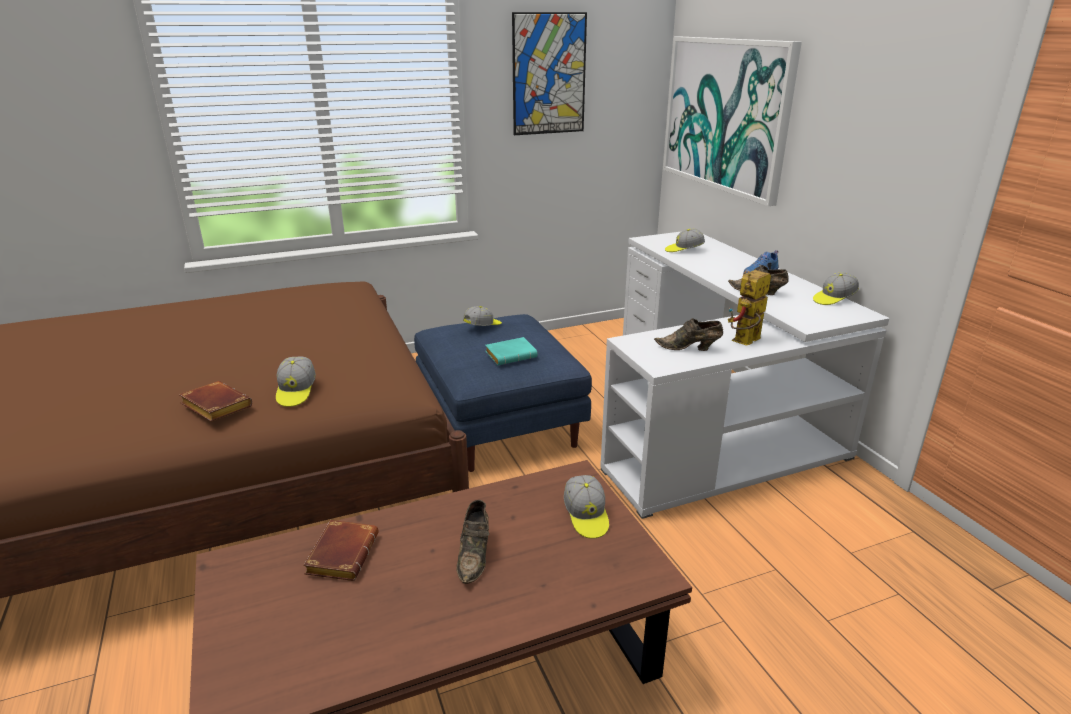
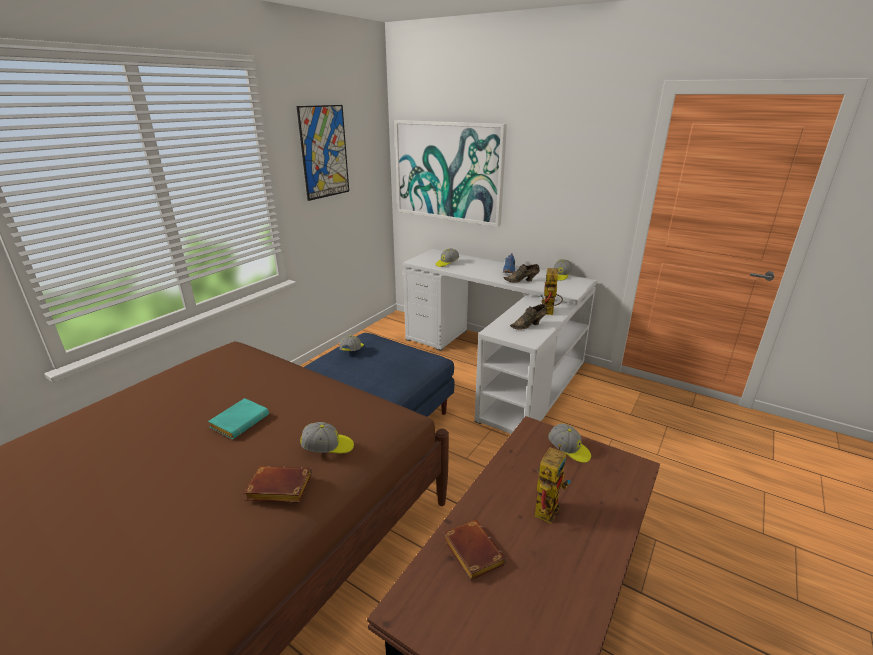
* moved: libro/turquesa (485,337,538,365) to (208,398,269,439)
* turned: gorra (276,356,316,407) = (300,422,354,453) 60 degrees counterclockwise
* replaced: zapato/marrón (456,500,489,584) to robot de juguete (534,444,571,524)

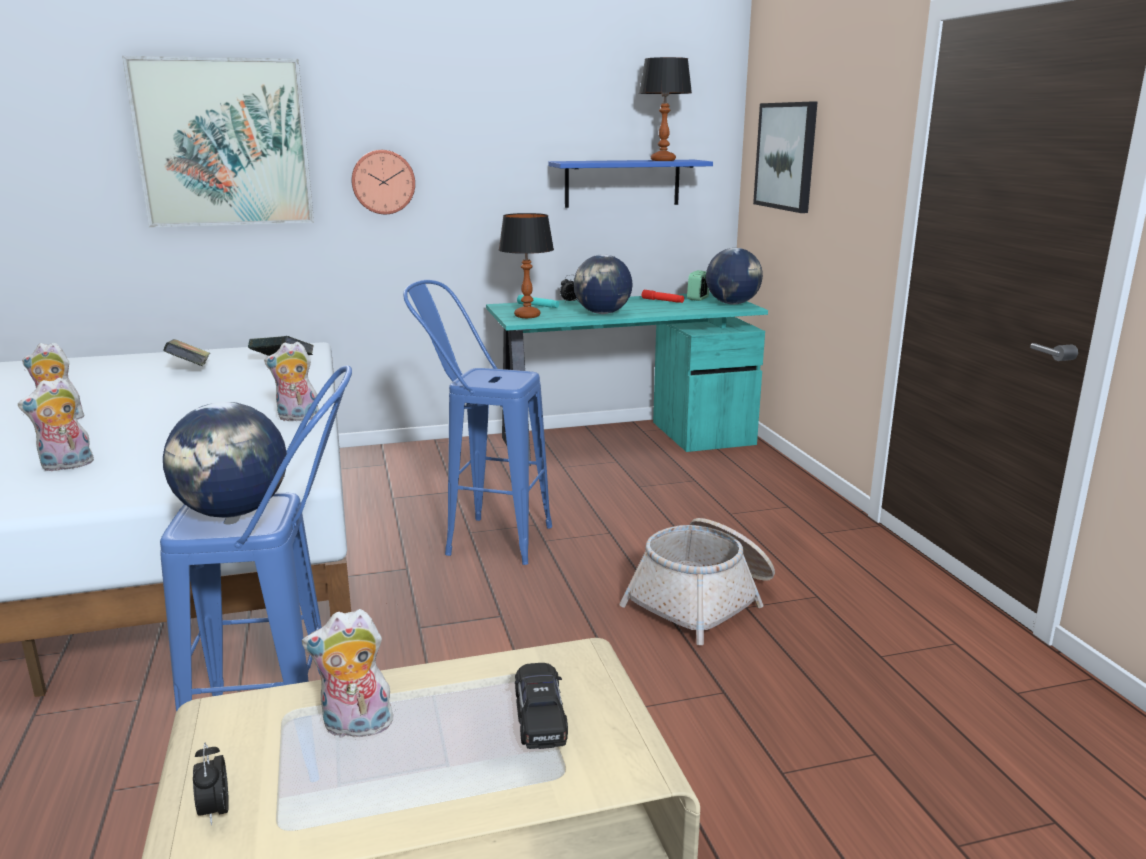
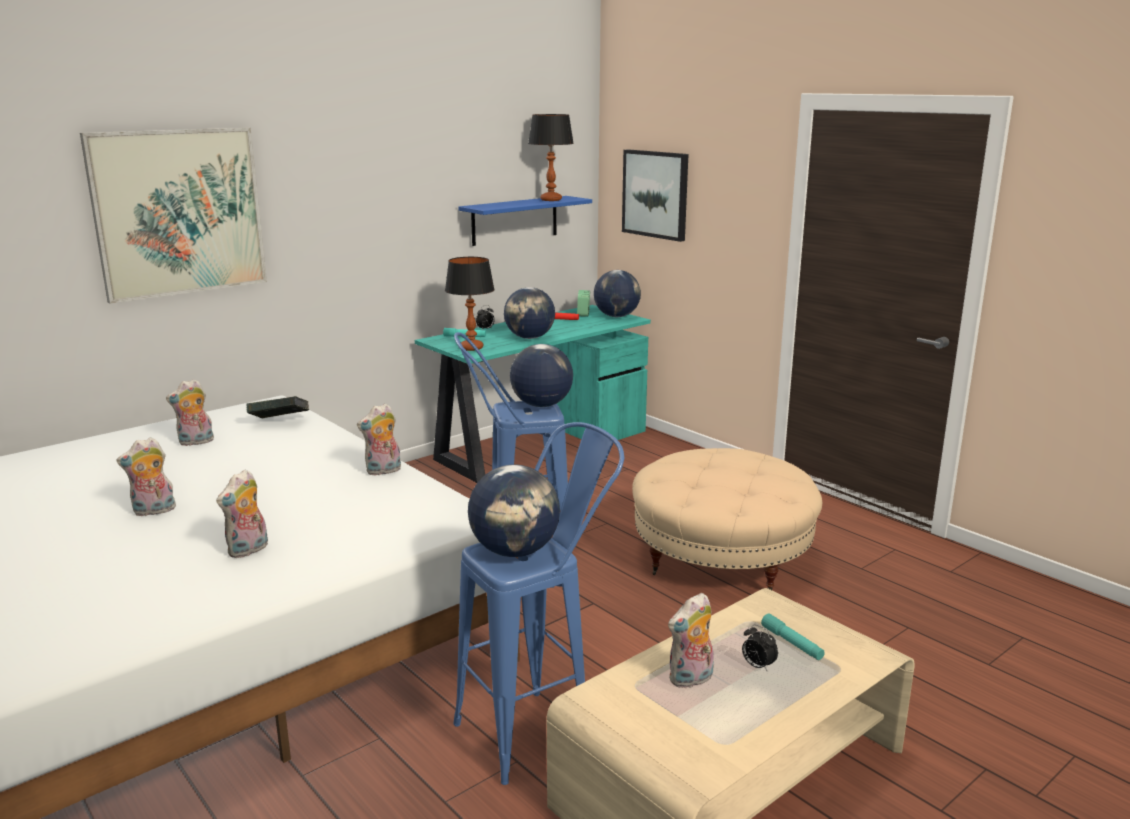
* removed: reloj de pared (351,150,415,214)
* replaced: libro (163,339,210,366) to peluche (166,379,214,446)
* replaced: cesta (619,518,775,645) to puf/beis (632,448,822,590)
* replaced: coche de juguete/negro (515,663,568,749) to linterna/turquesa (761,613,825,660)
* moved: despertador (193,743,229,825) to (742,624,778,671)
* added: globo terráqueo (510,344,573,407)

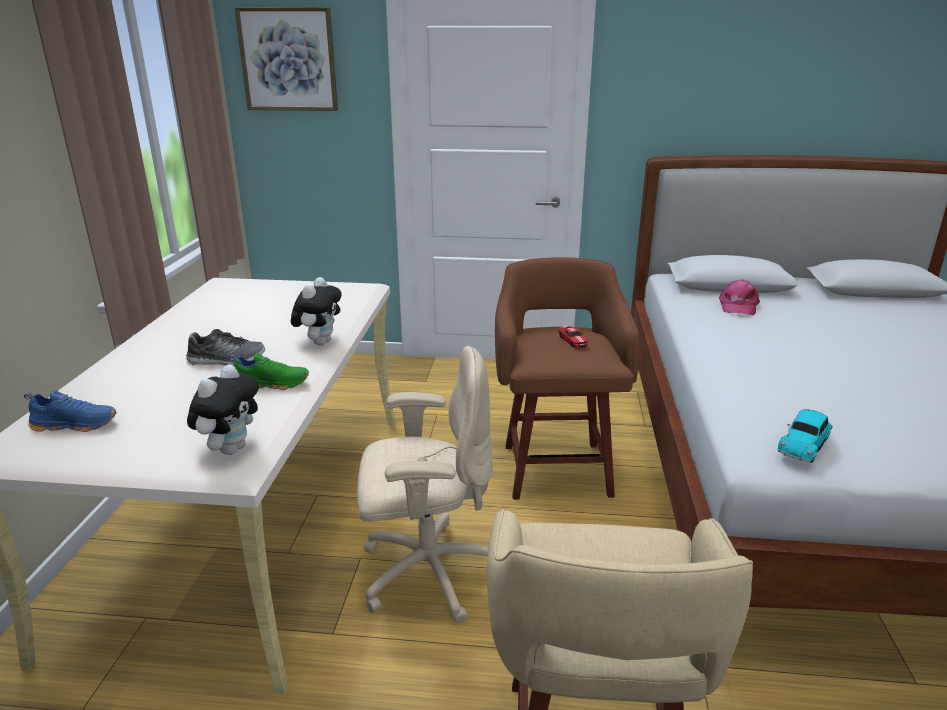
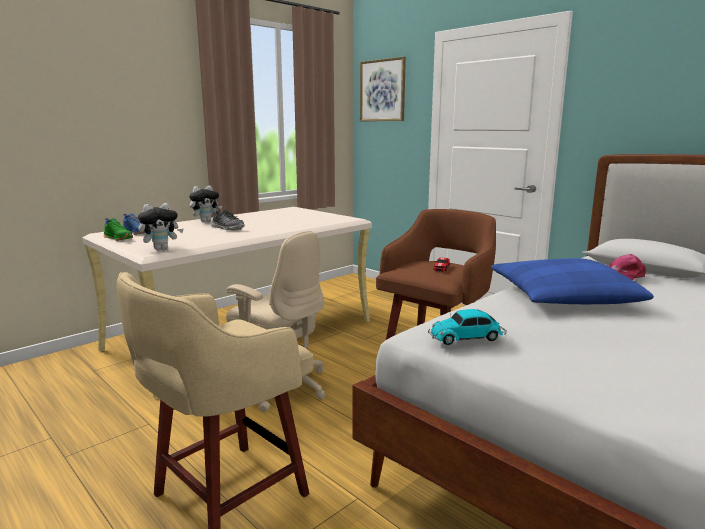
* moved: peluche (291,277,342,345) to (189,185,222,222)
* moved: zapato/verde (230,353,309,390) to (103,218,133,241)
* added: cojín/azul (491,258,654,304)

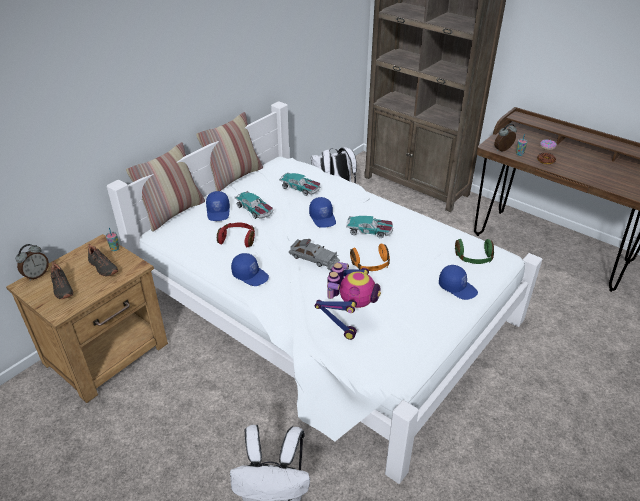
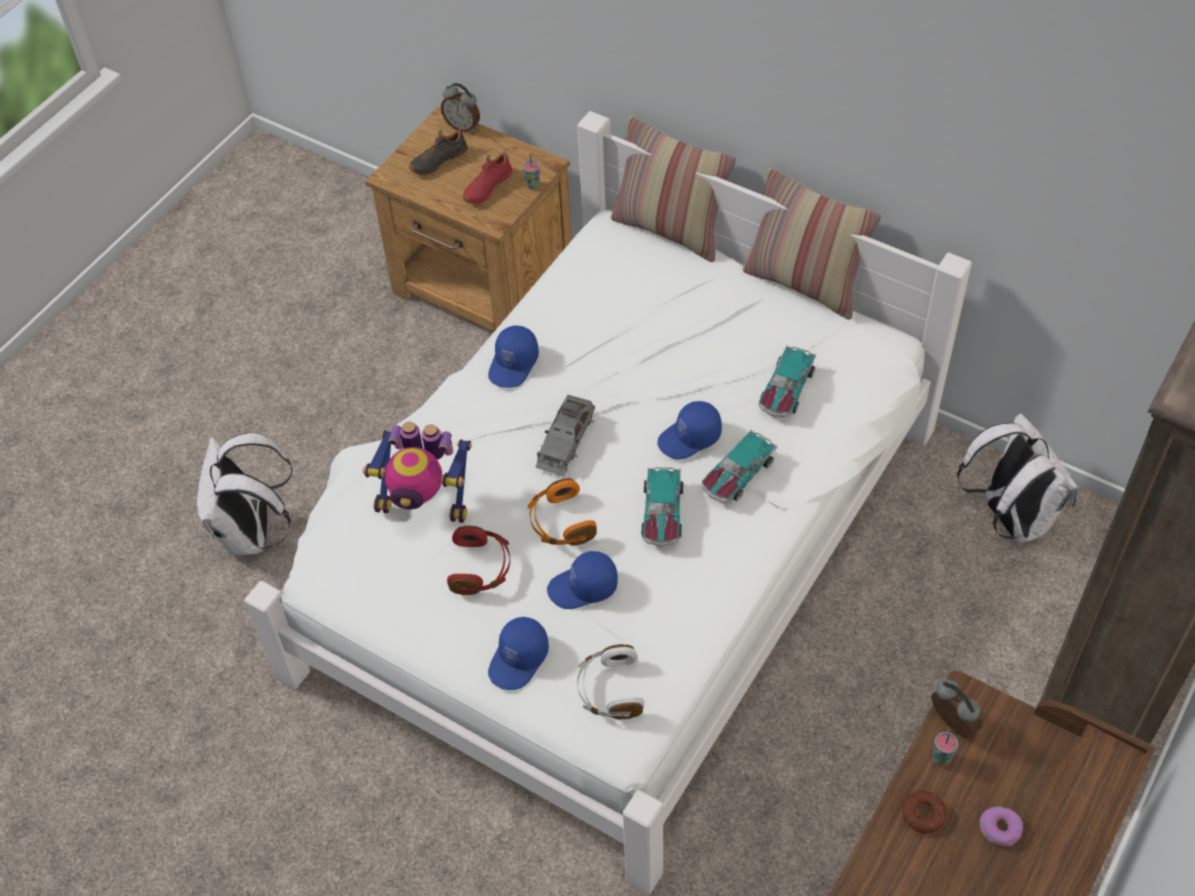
* moved: gorra/azul (206,191,230,221) to (547,551,618,609)
* moved: coche de juguete (235,191,273,219) to (702,430,777,503)
* moved: auriculares/rojo (217,223,255,247) to (447,526,510,595)
* recoloured: auriculares/verde (455,239,494,264) to auriculares/blanco (577,644,645,719)
* recoloured: zapato/negro (88,244,118,277) to zapato/rojo (463,149,512,204)

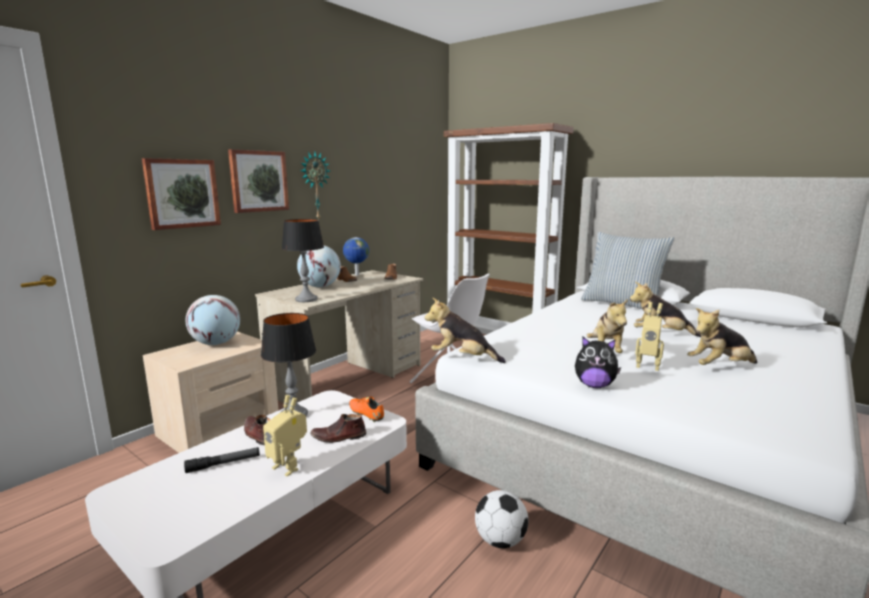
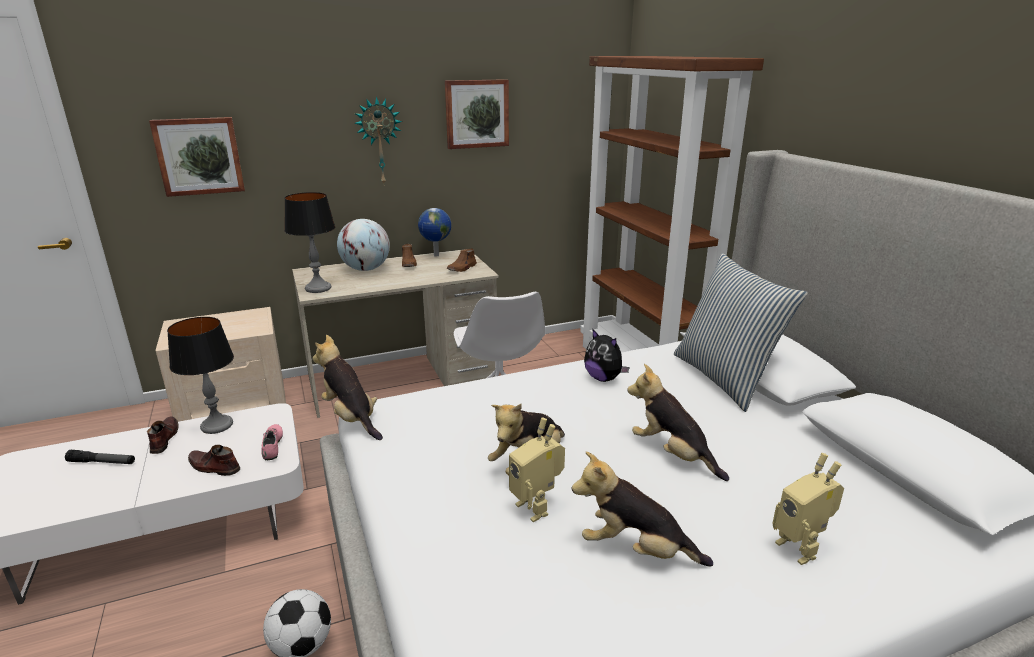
* moved: cuadro (228,149,289,213) to (445,79,509,149)
* removed: globo terráqueo (185,295,240,345)
* moved: peluche (575,337,621,388) to (584,328,630,382)
* moved: robot de juguete (263,395,307,477) to (773,453,844,565)
* recoloured: zapato/naranja (349,397,384,422) to zapato/rosa (261,424,283,460)

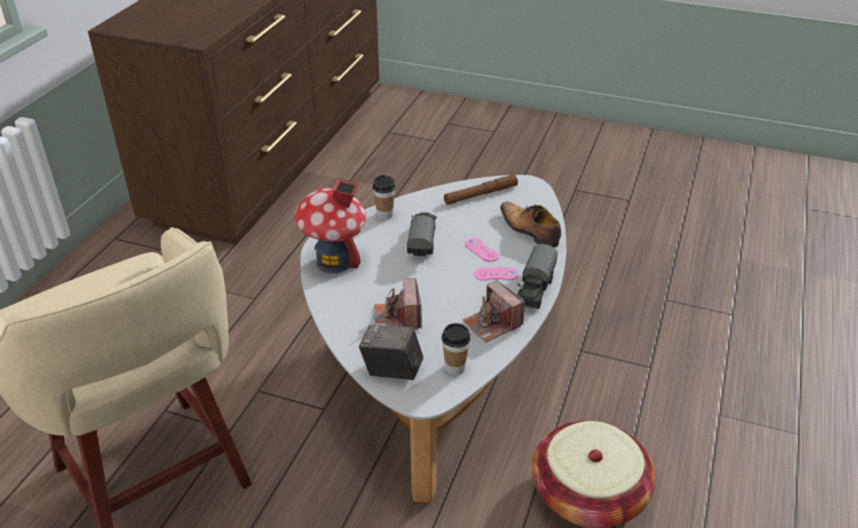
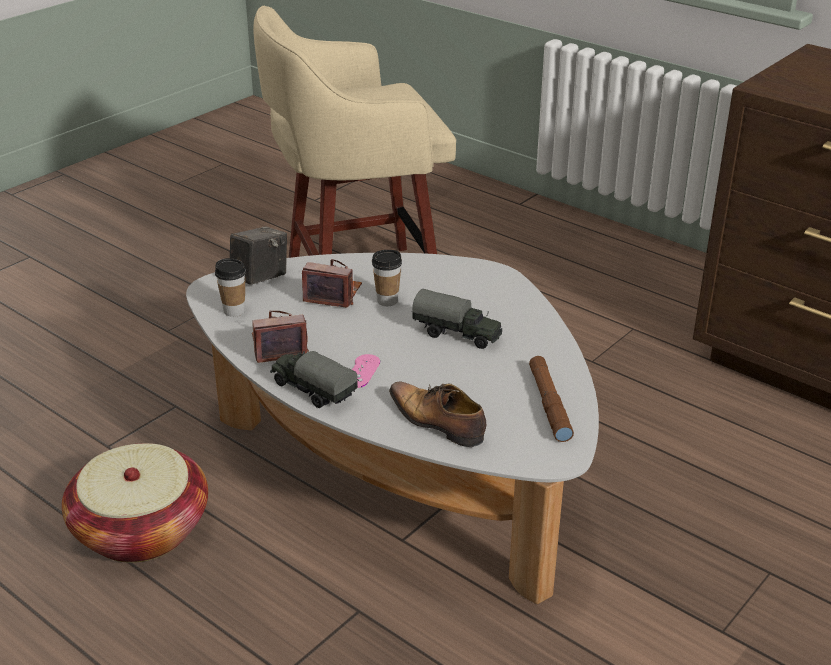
* moved: taza (372,175,396,220) to (372,250,402,306)
* removed: casita (295,178,366,273)
* turned: zapato (500,202,561,248) = (389,381,486,447) 120 degrees counterclockwise
* removed: mando de consola/rosa (465,238,499,262)

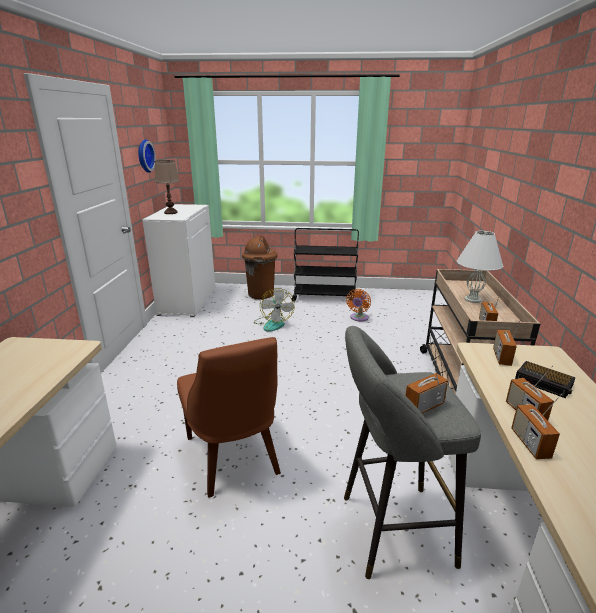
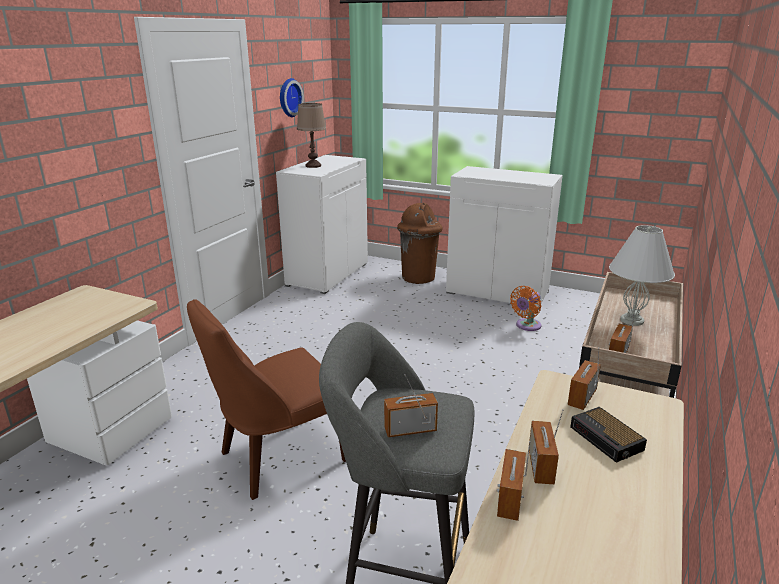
* replaced: carrito/negro (292,228,359,301) to armario/blanco (446,166,563,310)
* removed: ventilador (254,288,295,331)
* turned: silla/marrón (177,337,281,498) = (187,299,346,500) 60 degrees clockwise

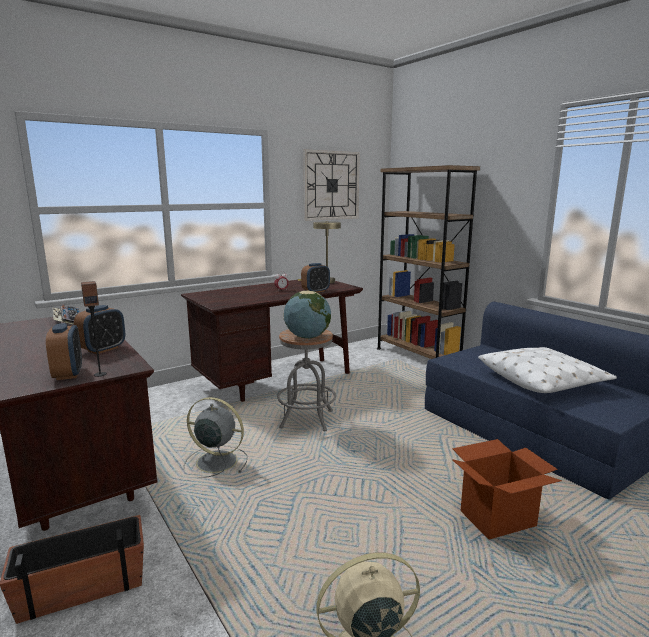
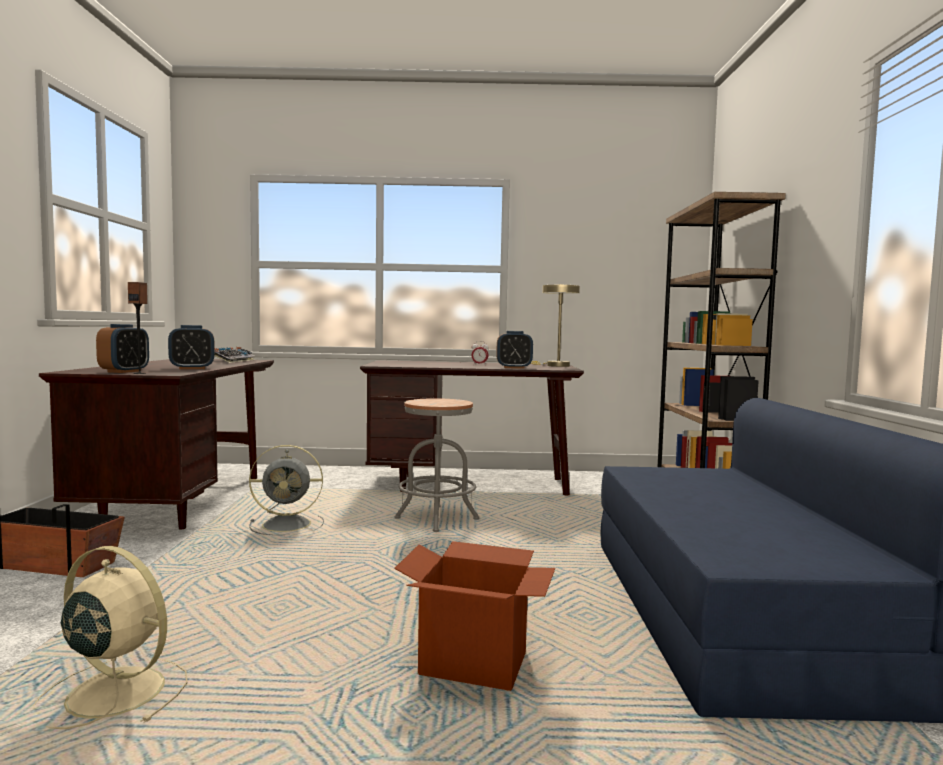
* removed: reloj de pared (303,149,360,221)
* removed: globo terráqueo (284,291,331,339)
* removed: cojín/blanco (478,347,617,393)
* turned: ventilador/gris (184,397,248,478) = (249,445,324,535) 120 degrees clockwise

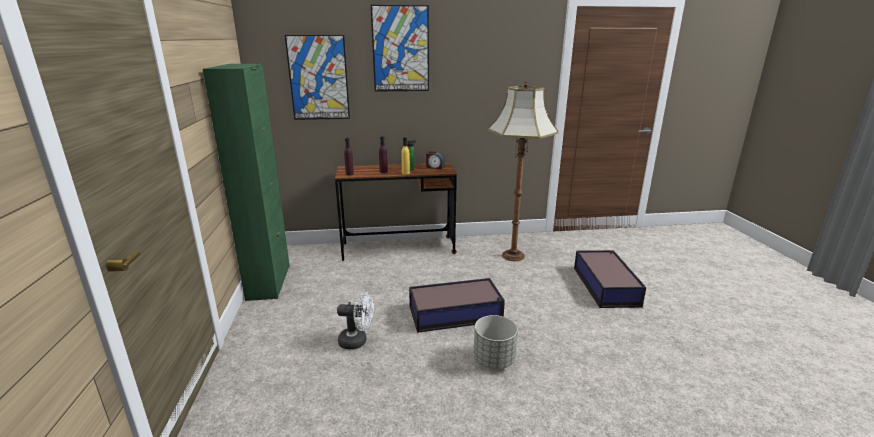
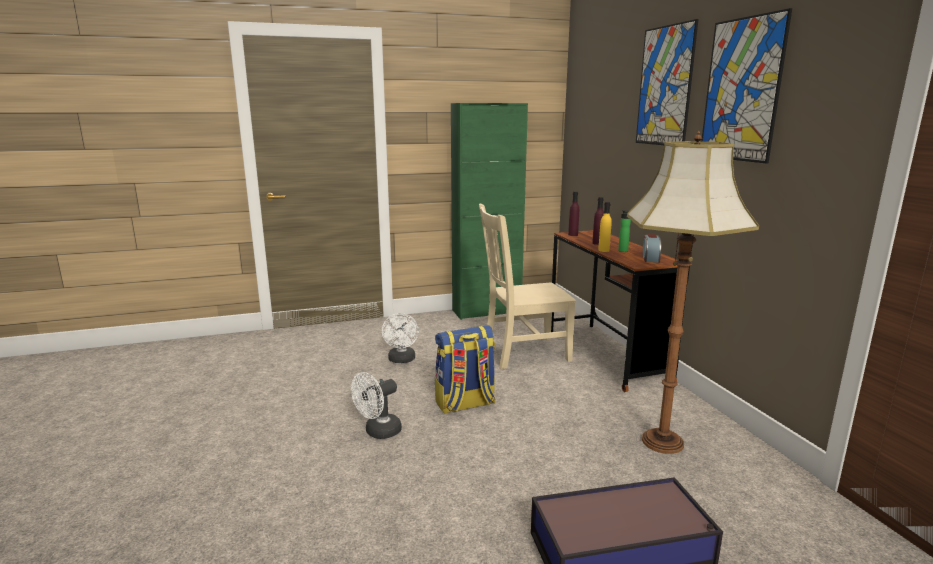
* moved: cuadro (285,35,350,120) to (701,8,792,164)
* replaced: caja de almacenaje (409,278,505,333) to mochila (435,325,495,414)
* replaced: maceta/gris (474,315,518,369) to ventilador/blanco (351,372,402,439)
* added: silla/beis (479,204,576,369)

